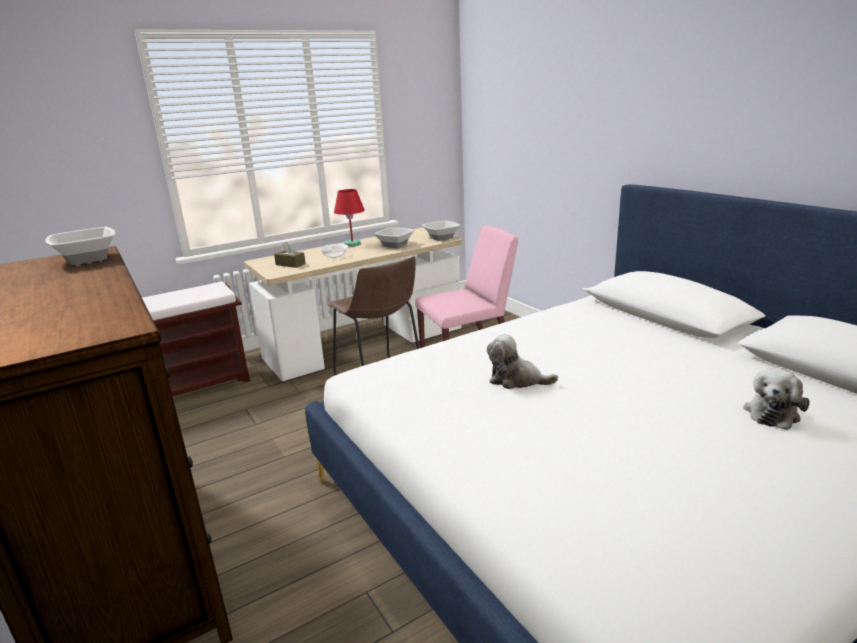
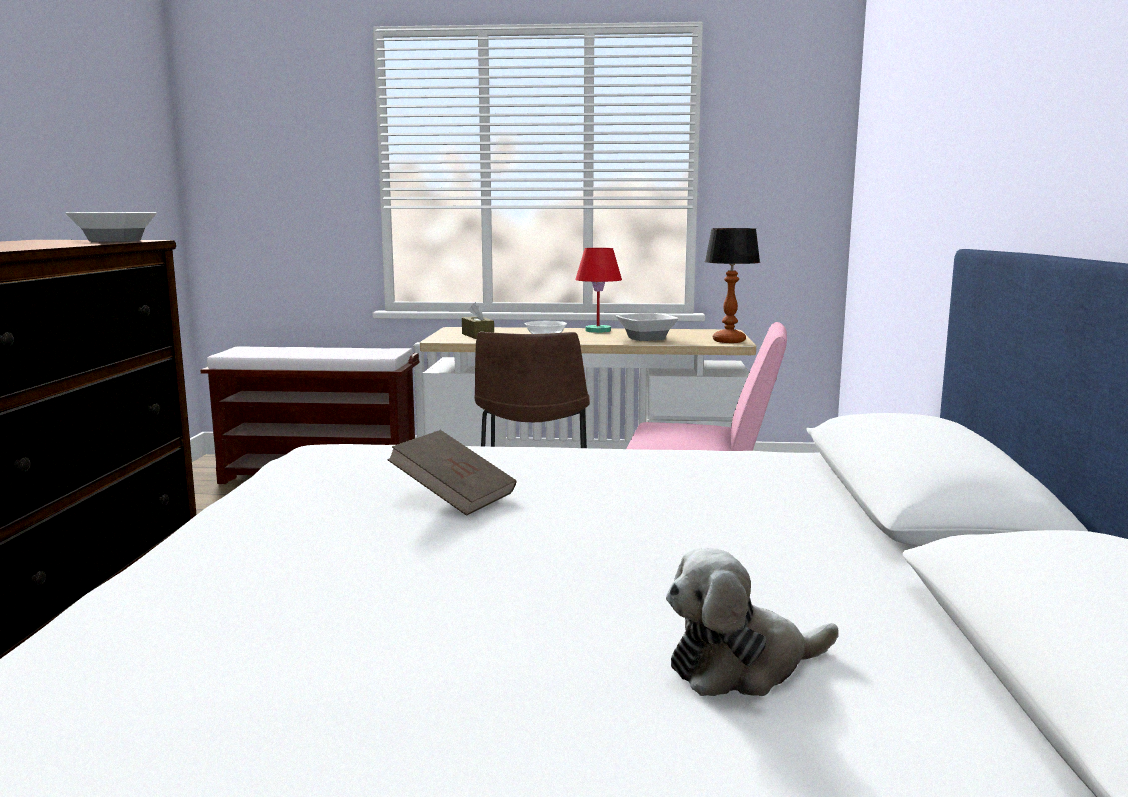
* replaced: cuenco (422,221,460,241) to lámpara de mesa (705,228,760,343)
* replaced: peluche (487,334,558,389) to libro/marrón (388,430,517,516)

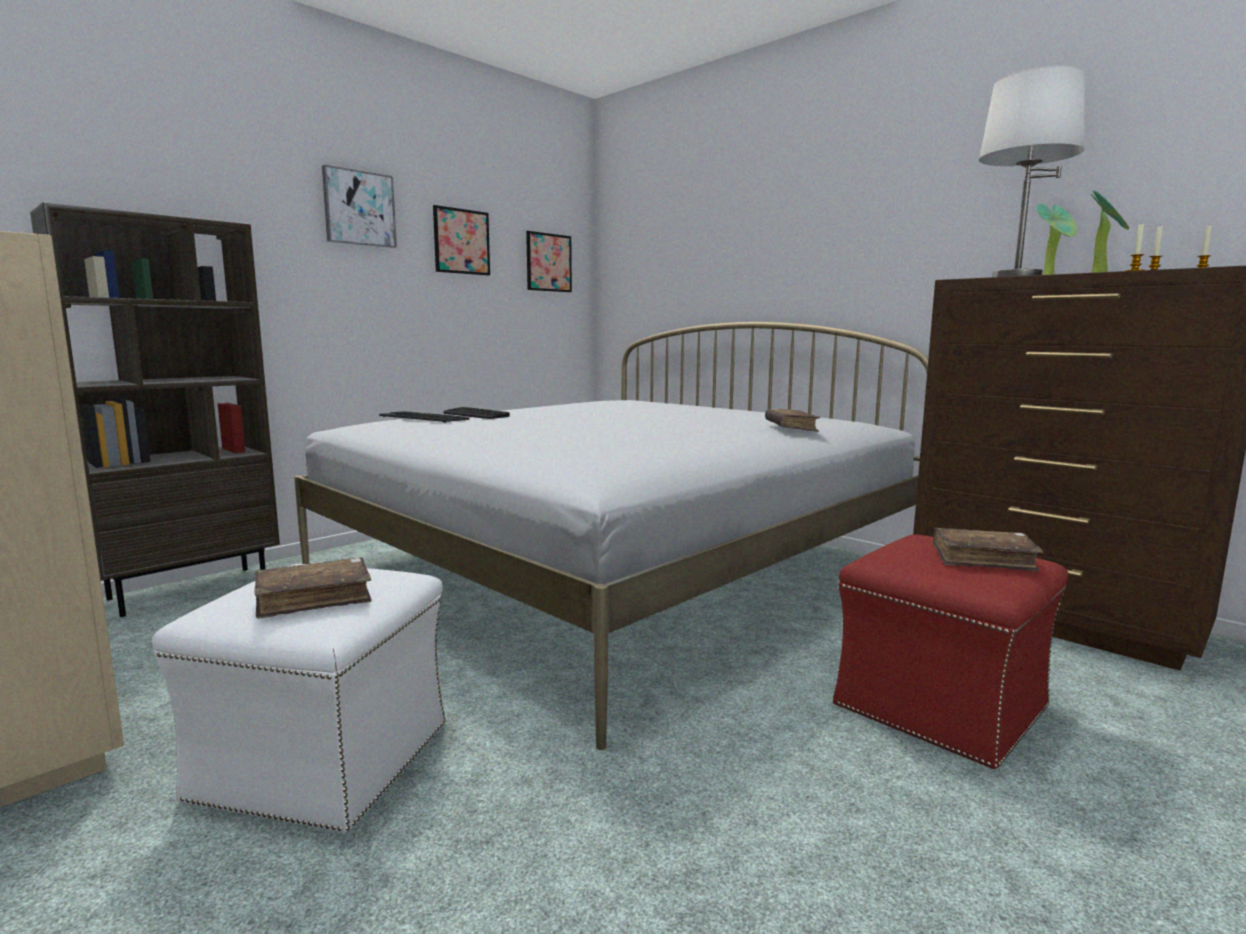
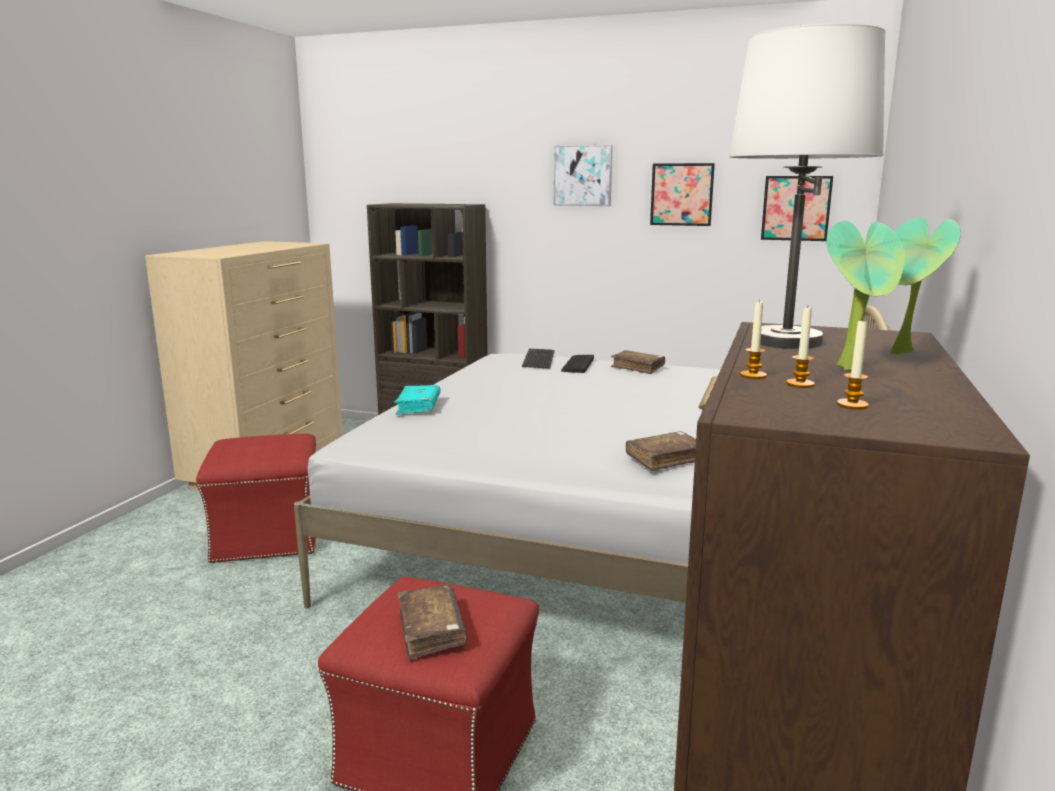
* moved: libro/marrón (254,557,372,619) to (611,350,665,374)
* recoloured: puf/blanco (152,564,446,833) to puf/rojo (196,434,317,564)
* added: libro/turquesa (394,385,440,415)

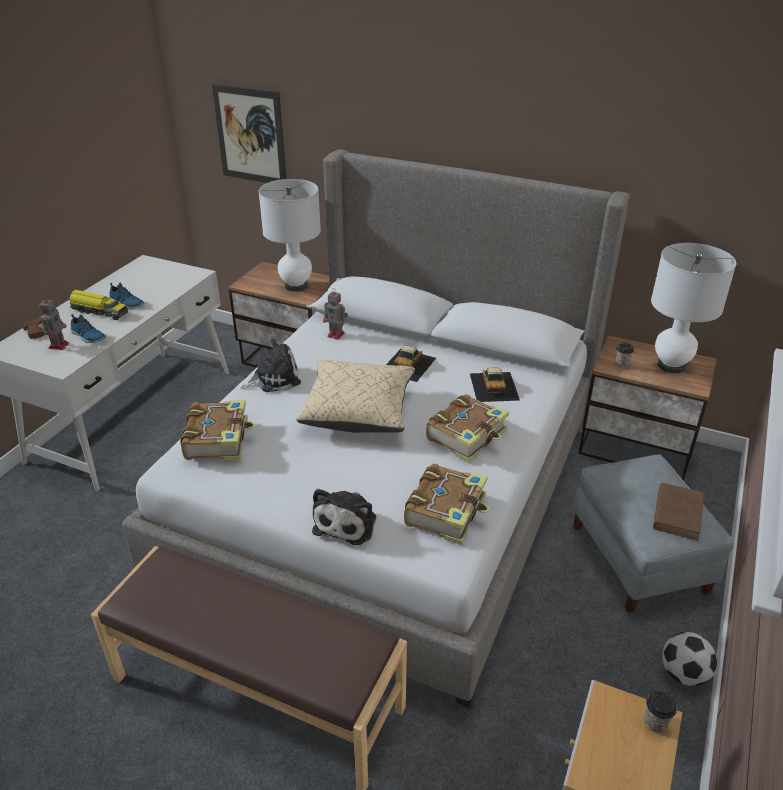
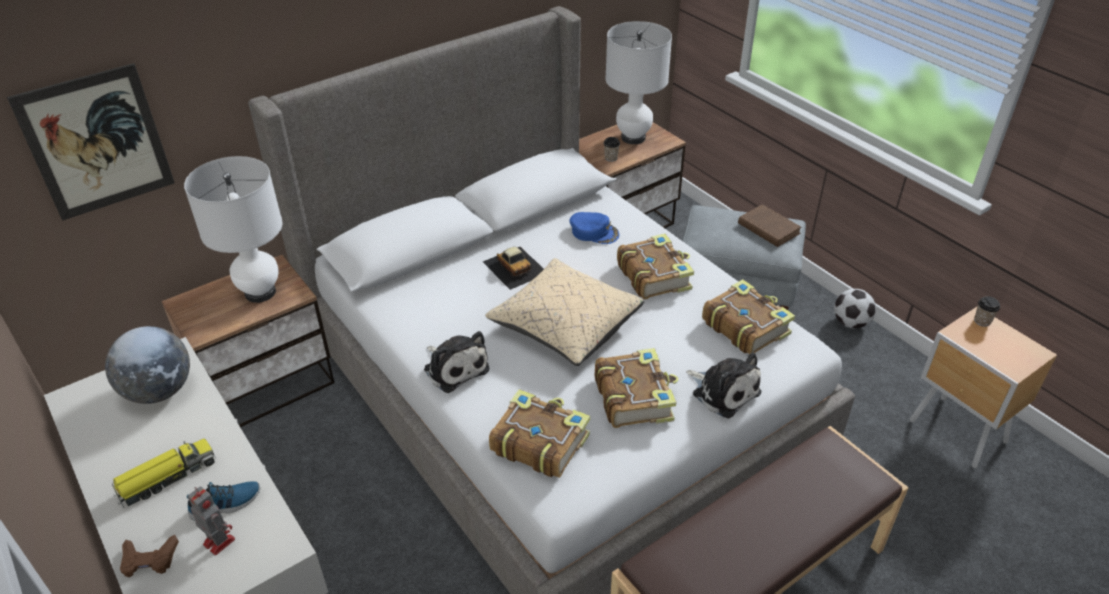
* removed: zapato (109,282,145,309)
* removed: robot de juguete (323,289,348,340)
* turned: peluche (241,339,301,392) = (424,331,490,393) 135 degrees clockwise
* replaced: coche de juguete (470,367,520,402) to gorra/azul (570,212,619,244)
* added: globo terráqueo (105,326,190,404)
* added: libro (595,348,678,428)

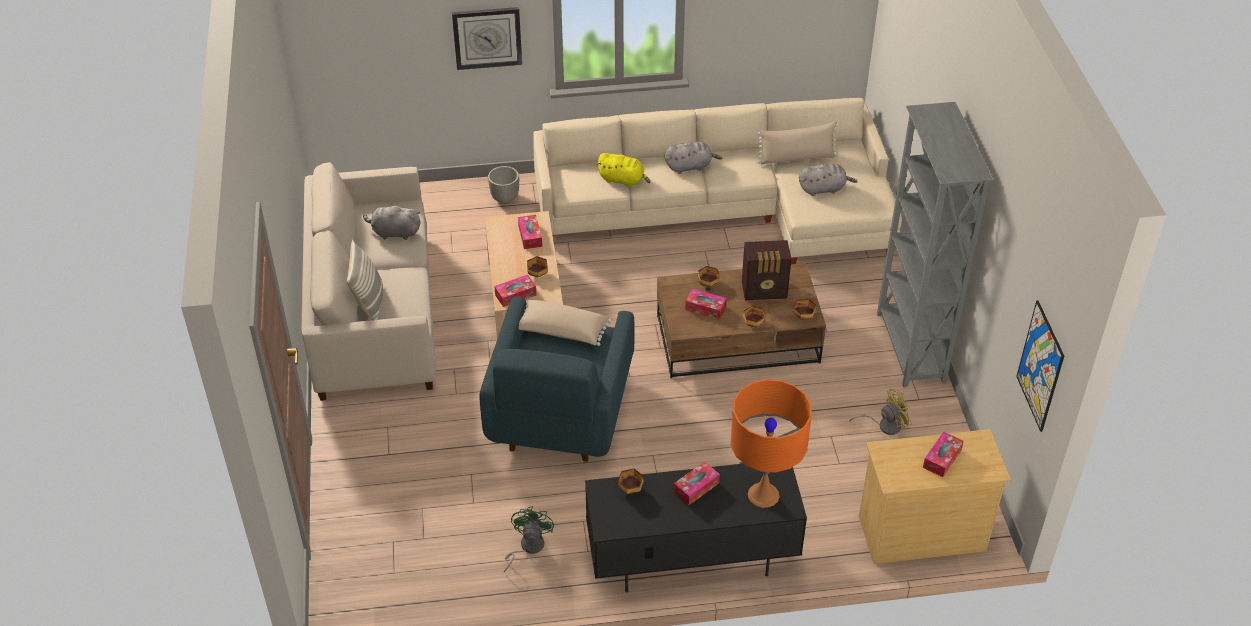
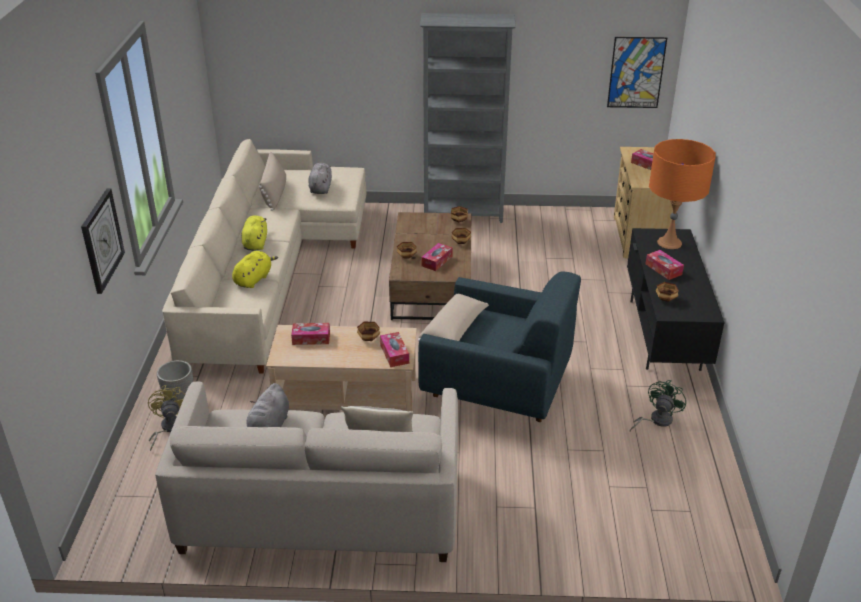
* recoloured: peluche/gris (665,141,722,174) to peluche/amarillo (241,215,267,251)
* removed: radio (742,240,791,300)
* moved: ventilador/amarillo (850,389,912,435) to (148,385,185,451)
* turned: ventilador/verde (504,506,554,573) = (630,380,686,431) 105 degrees clockwise

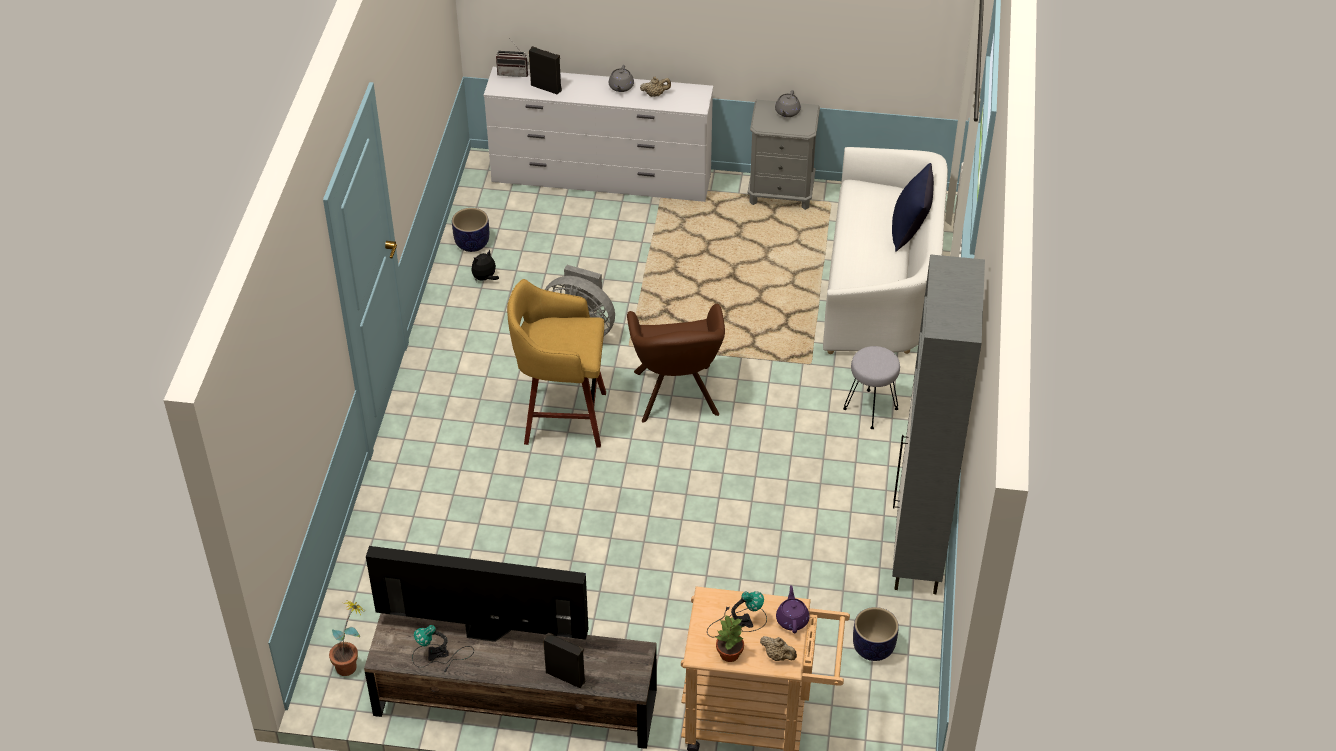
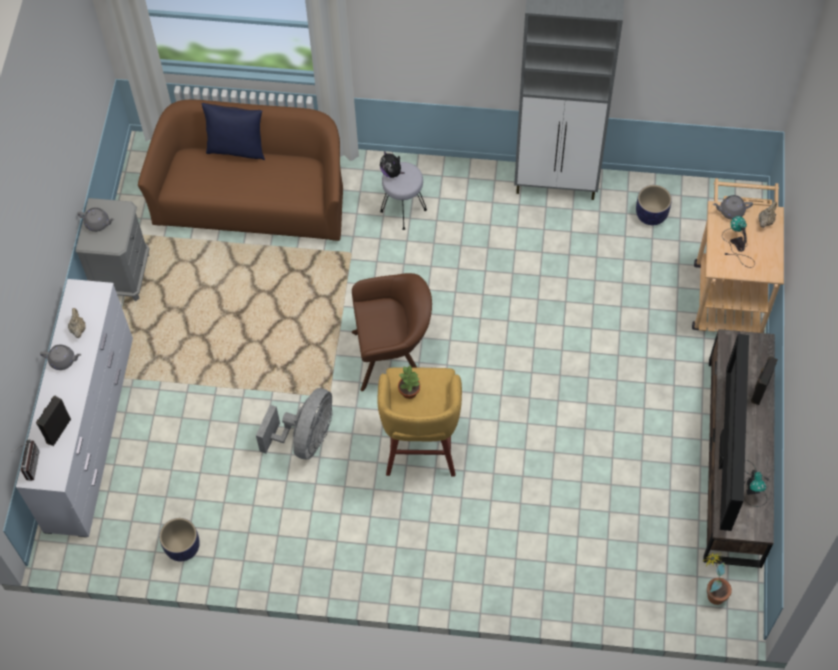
* recoloured: sofá/blanco (823,147,948,354) to sofá/marrón (138,99,343,241)
* moved: peluche (471,250,499,281) to (380,151,405,178)
* recoloured: tetera/morado (776,585,809,633) to tetera/gris (713,195,753,220)
* moved: planta en maceta (716,614,744,662) to (398,365,420,399)

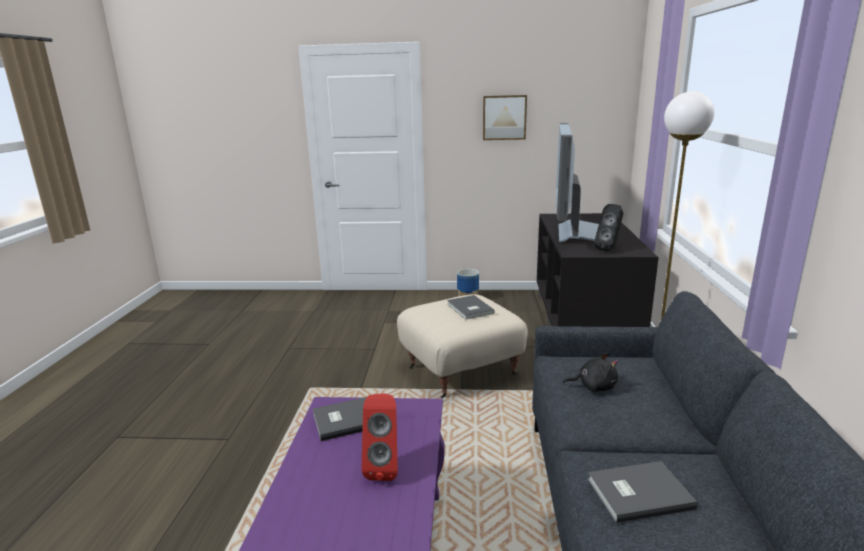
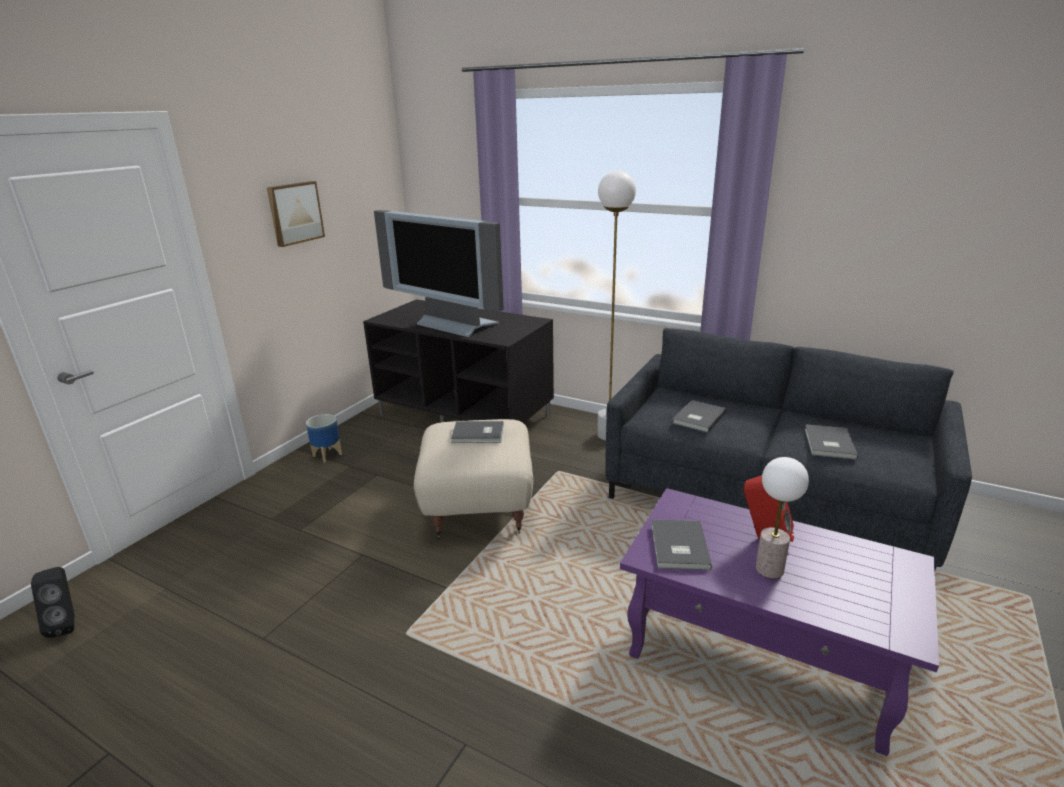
* moved: altavoz/negro (594,204,624,251) to (31,567,75,638)
* replaced: peluche/negro (563,353,618,392) to libro/gris (673,400,726,433)
* added: lámpara de mesa (756,457,809,579)

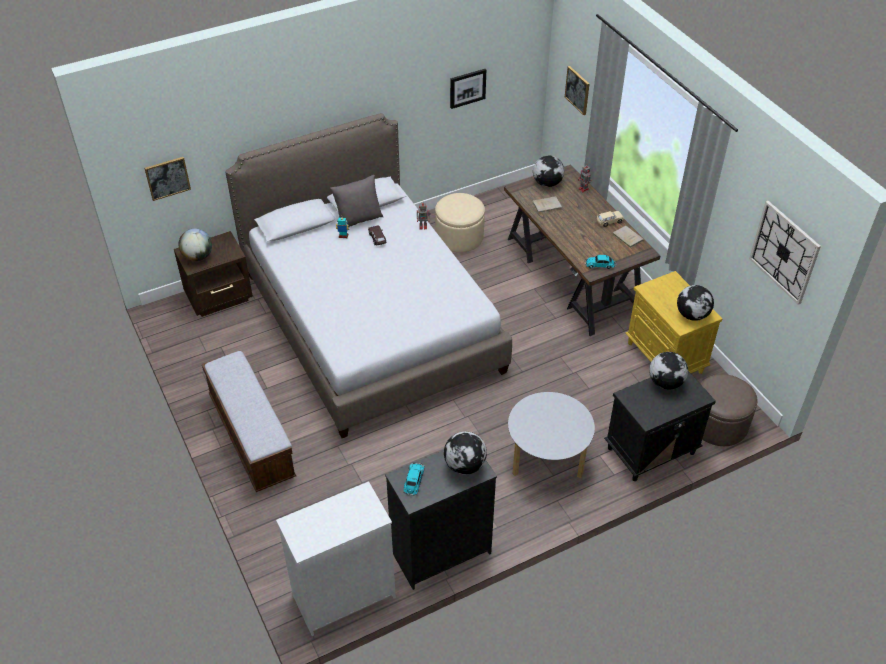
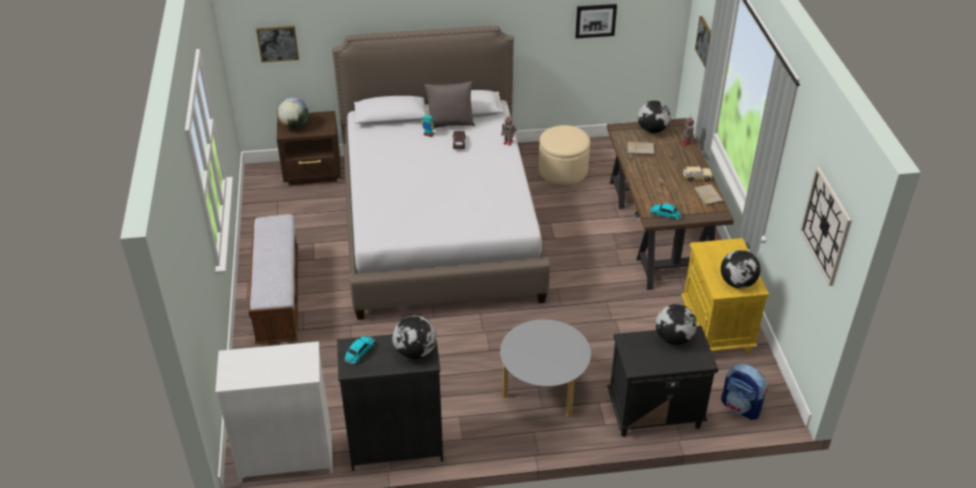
* replaced: puf/marrón (701,374,757,446) to mochila (721,363,768,420)

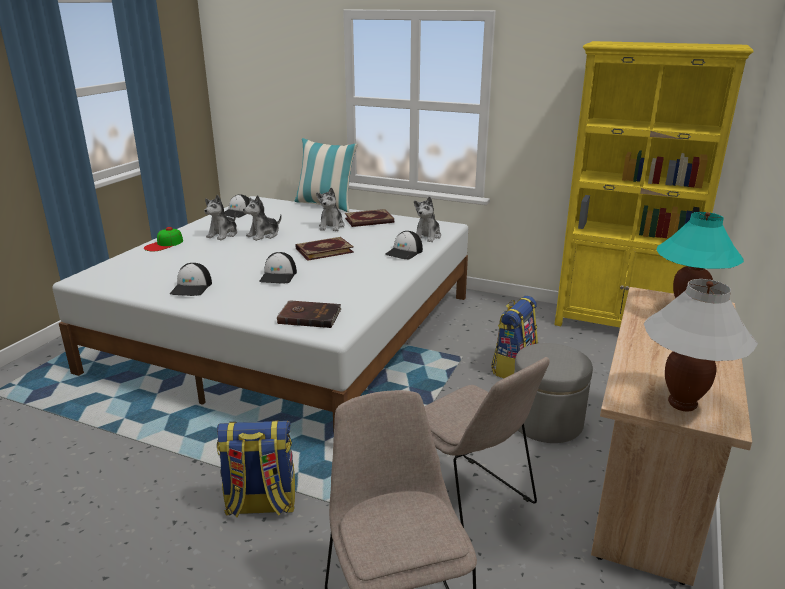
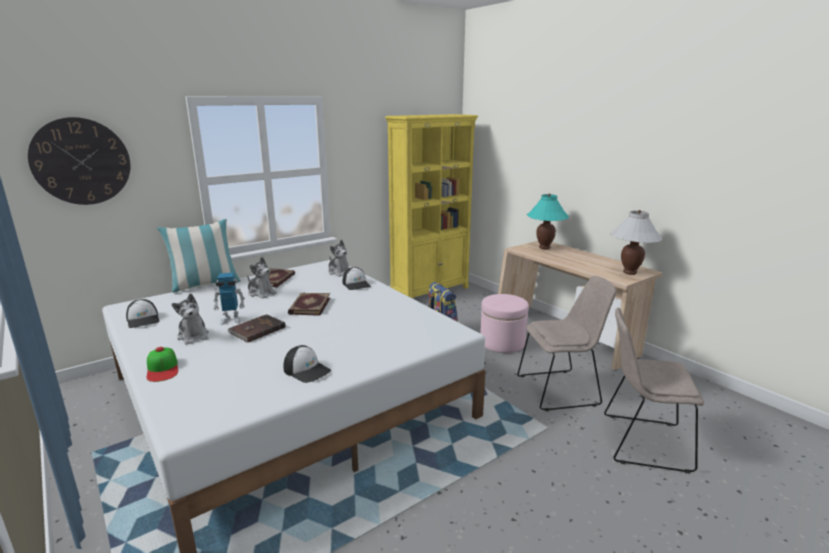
* replaced: peluche (243,195,282,241) to robot de juguete (213,272,245,325)
* removed: gorra (259,252,297,284)
* moved: libro/marrón (276,300,342,328) to (227,314,285,343)
* recoloured: puf/gris (514,343,593,443) to puf/rosa (480,294,529,353)
* removed: mochila (217,420,295,517)
* added: reloj de pared (28,117,131,205)

